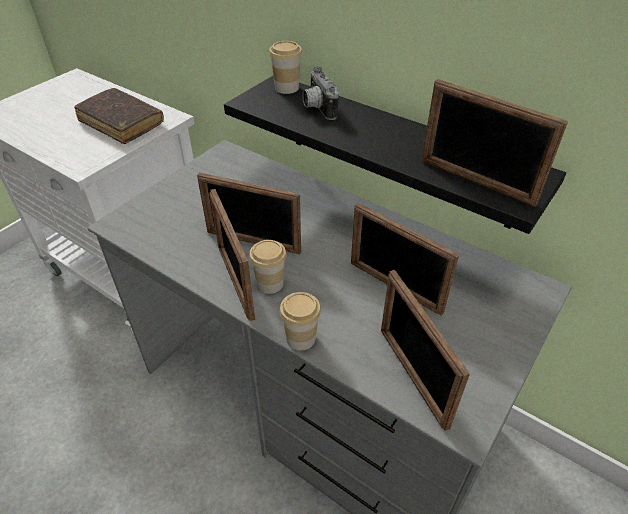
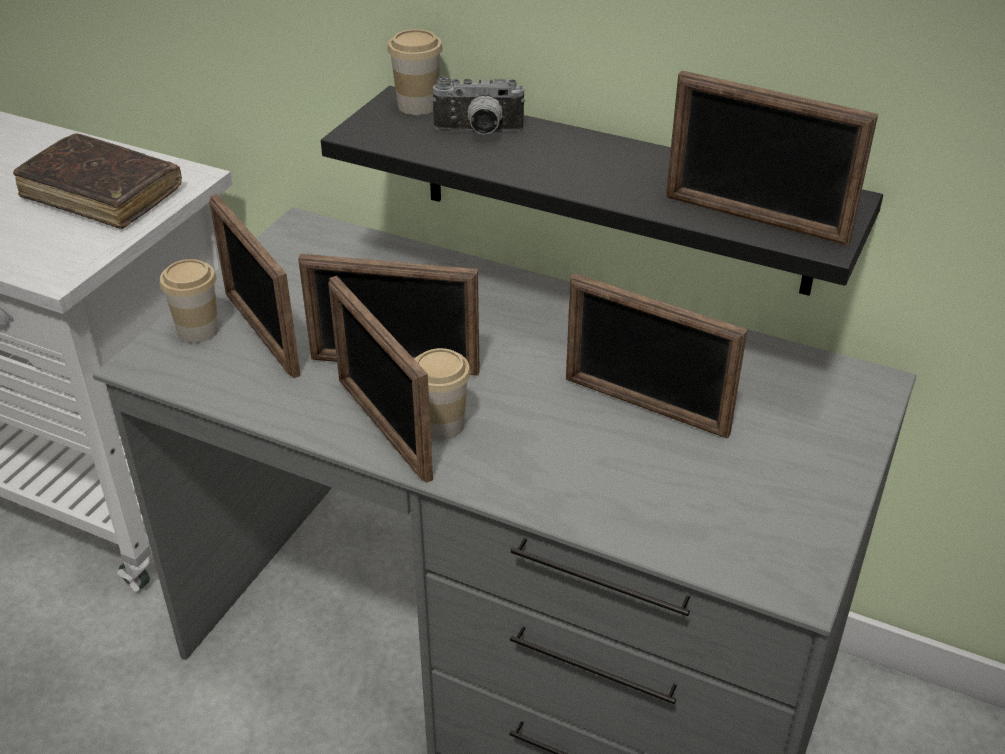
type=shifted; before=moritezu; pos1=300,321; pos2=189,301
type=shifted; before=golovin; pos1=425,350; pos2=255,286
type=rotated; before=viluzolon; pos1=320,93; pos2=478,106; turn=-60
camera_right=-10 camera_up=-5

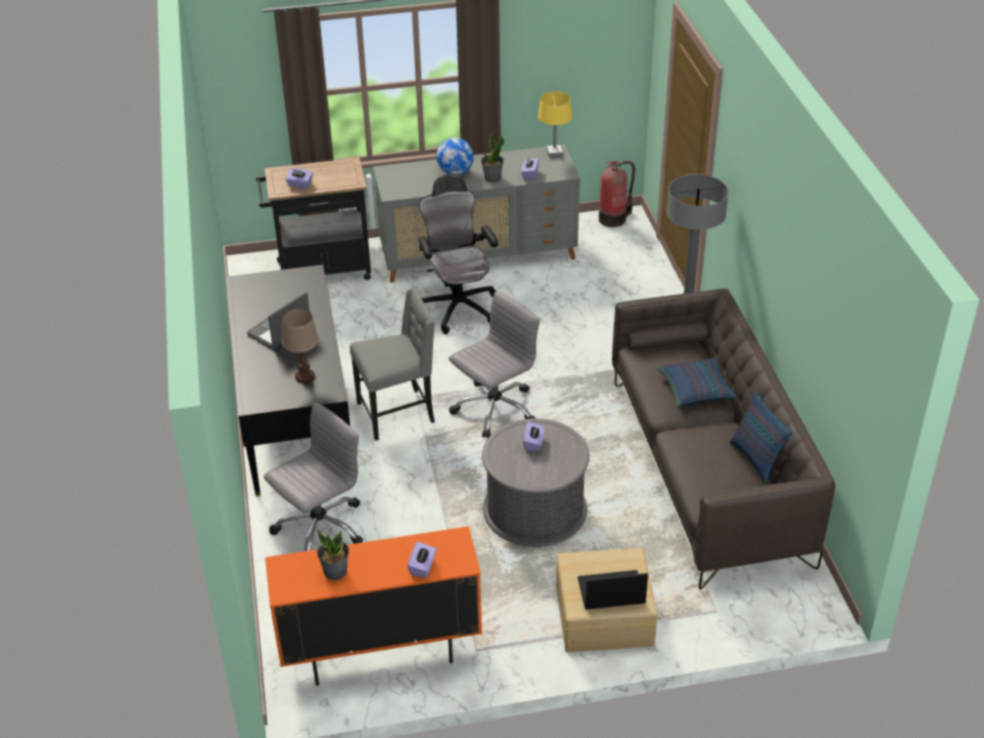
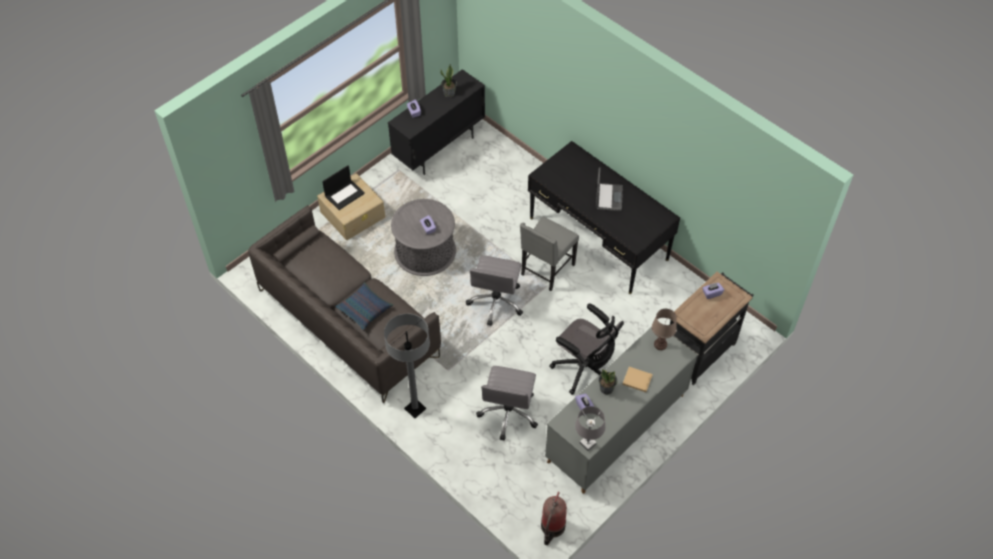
type=repainted; before=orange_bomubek; after=black_bomubek; pos1=373,606; pos2=436,122
type=shifted; before=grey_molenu; pos1=313,476; pos2=507,403
type=repainted; before=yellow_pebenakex; after=grey_pebenakex; pos1=555,124; pos2=590,428
type=swapped; before=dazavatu; after=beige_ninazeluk; pos1=455,156; pos2=637,379
type=shifted; before=brown_pebenakex; pos1=300,346; pos2=664,329
type=gone; before=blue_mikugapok; pos1=761,437
camera_right=145 camera_up=15

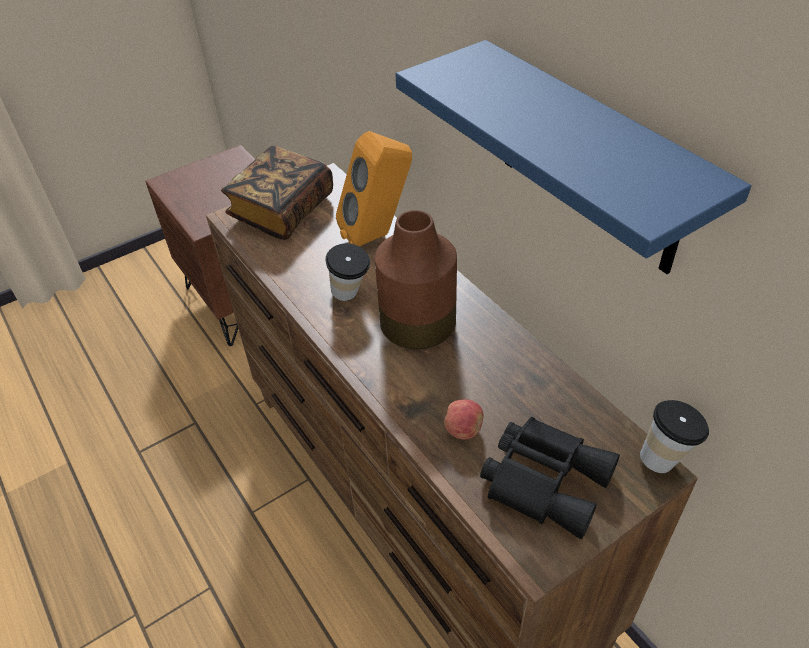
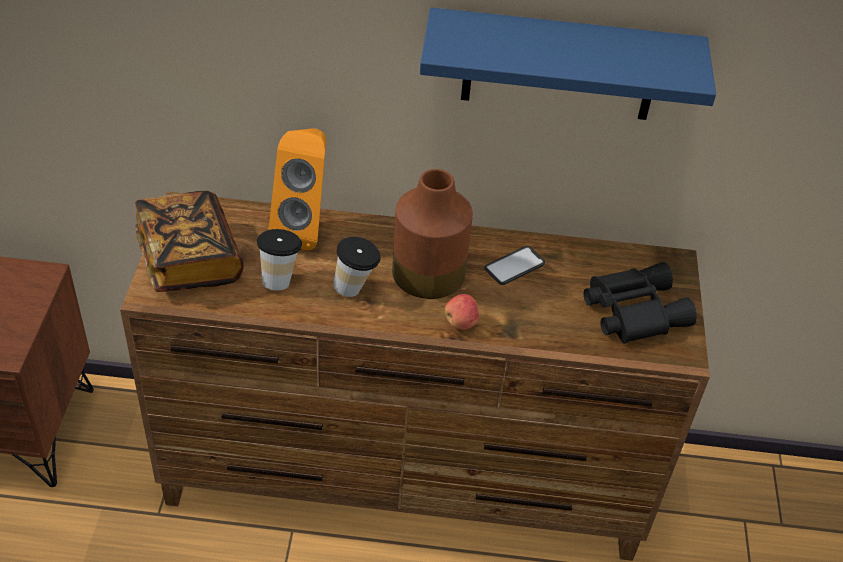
type=shifted; before=moritezu; pos1=674,436; pos2=279,260
type=shifted; before=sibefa; pos1=463,419; pos2=462,312
type=new; after=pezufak; pos2=514,265
camera_right=-55 camera_up=0

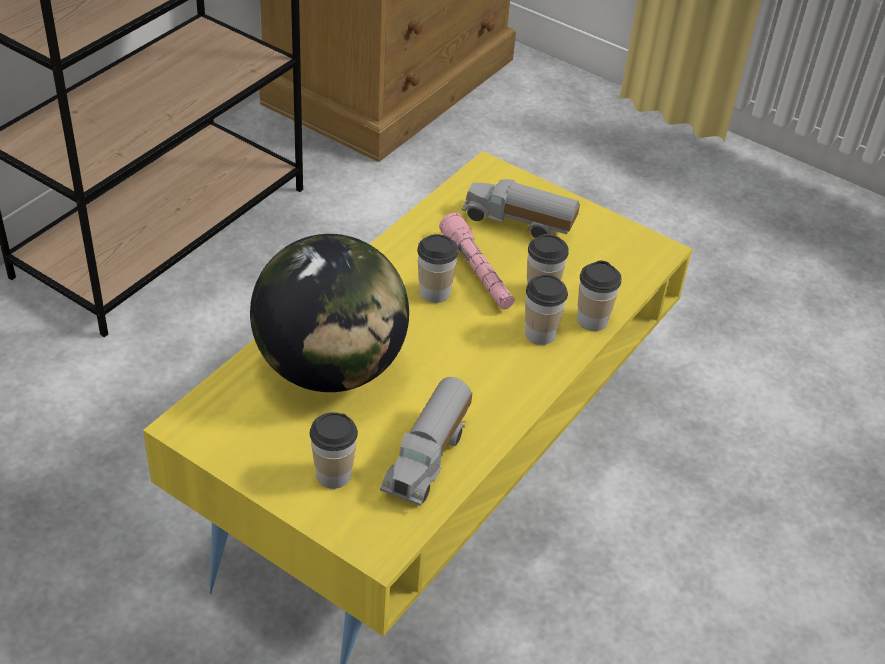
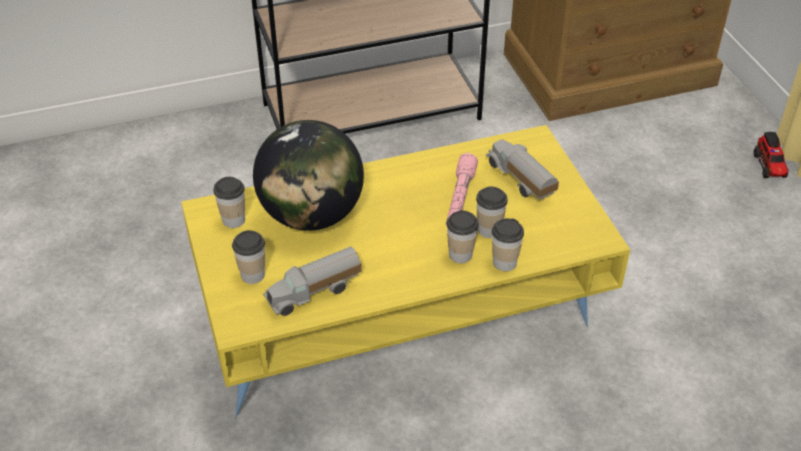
type=shifted; before=moritezu; pos1=437,268; pos2=229,202
type=new; after=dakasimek; pos2=771,155
camera_right=40 camera_up=0

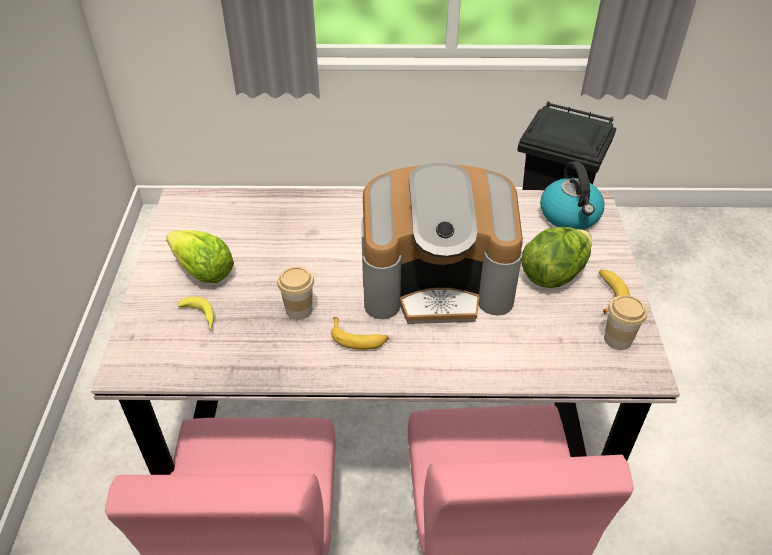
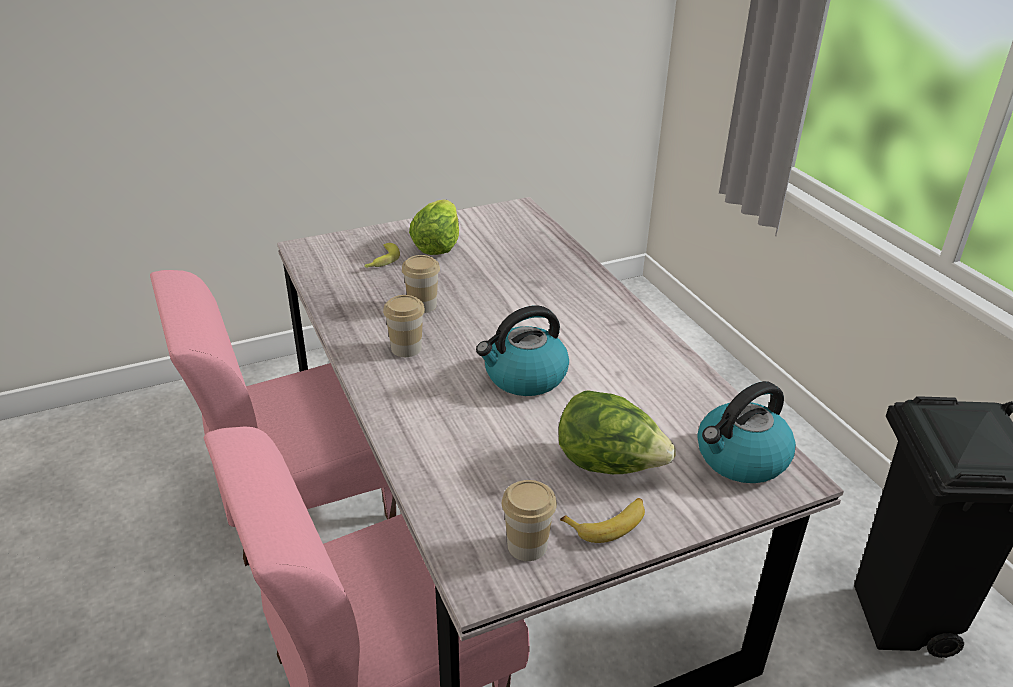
type=swapped; before=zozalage; after=moritezu; pos1=360,333; pos2=404,326
type=swapped; before=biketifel; after=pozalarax; pos1=442,243; pos2=522,350
camera_right=65 camera_up=-10

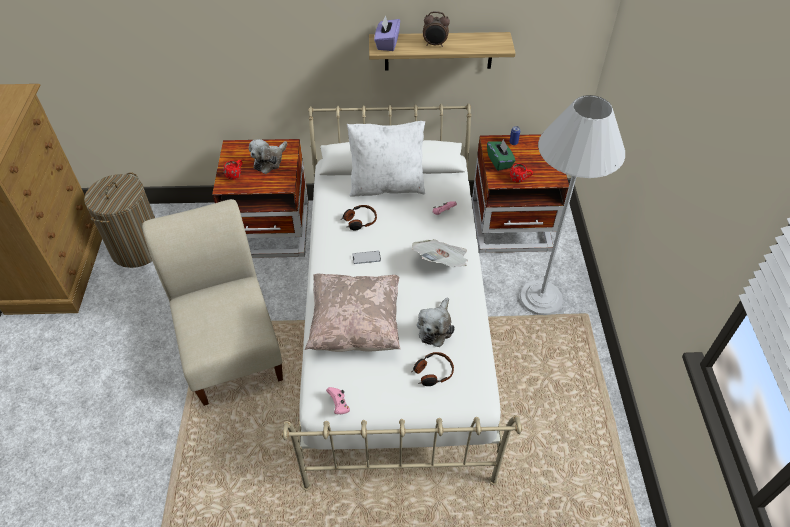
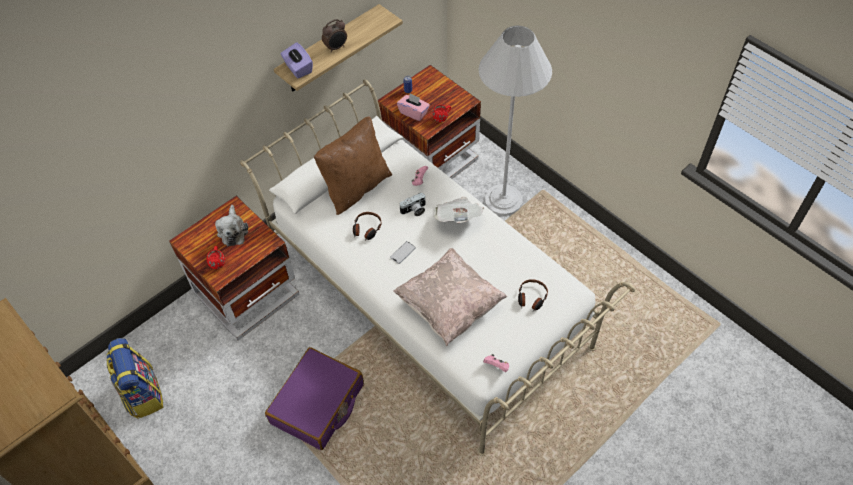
type=swapped; before=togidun; after=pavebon; pos1=119,220; pos2=135,378
type=swapped; before=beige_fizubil; after=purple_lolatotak; pos1=212,302; pos2=314,398
type=repainted; before=white_mikugapok; after=brown_mikugapok; pos1=386,159; pos2=353,165
type=repainted; before=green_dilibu; after=pink_dilibu; pos1=501,155; pos2=413,107
type=new; after=viluzolon; pos2=412,204
type=gone; before=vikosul; pos1=436,322
camera_right=-40 camera_up=5

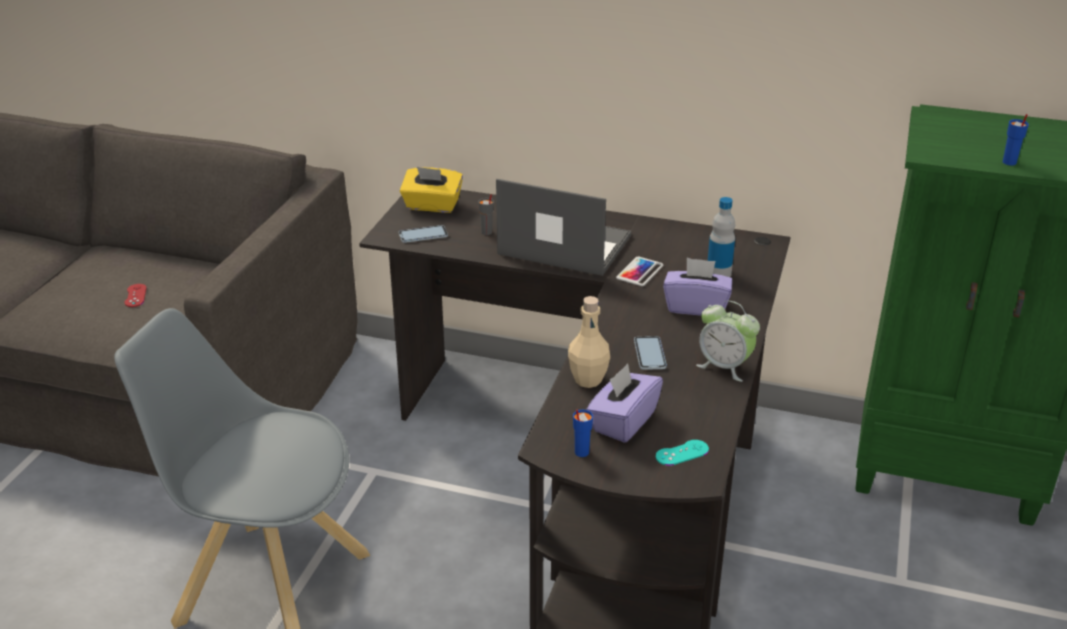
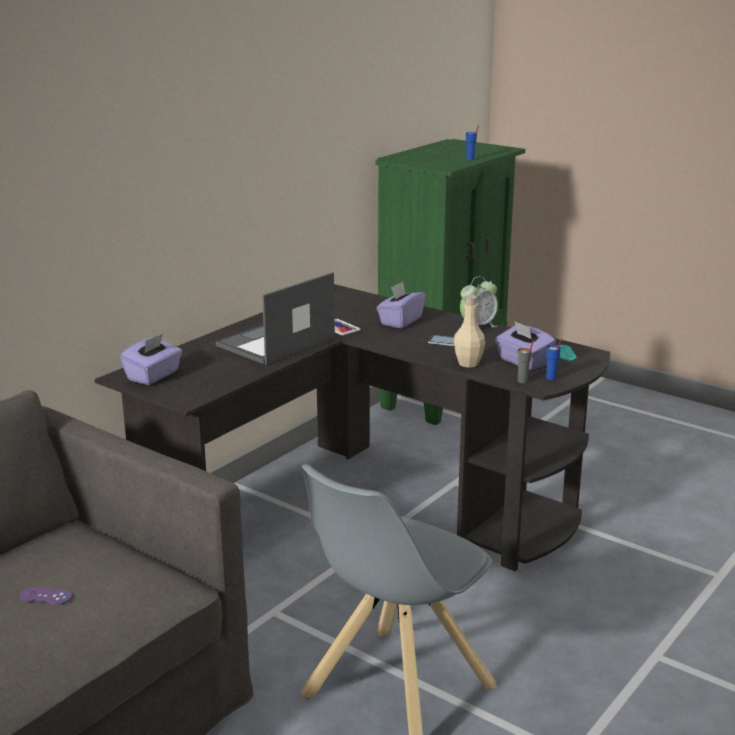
type=repainted; before=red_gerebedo; after=purple_gerebedo; pos1=136,295; pos2=46,596
type=repainted; before=yellow_dilibu; after=purple_dilibu; pos1=431,190; pos2=151,359
type=shifted; before=grey_moritezu; pos1=486,214; pos2=525,361
type=gone; before=pezufak; pos1=423,234
type=gone; before=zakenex; pos1=721,237
camera_right=-70 camera_up=-10

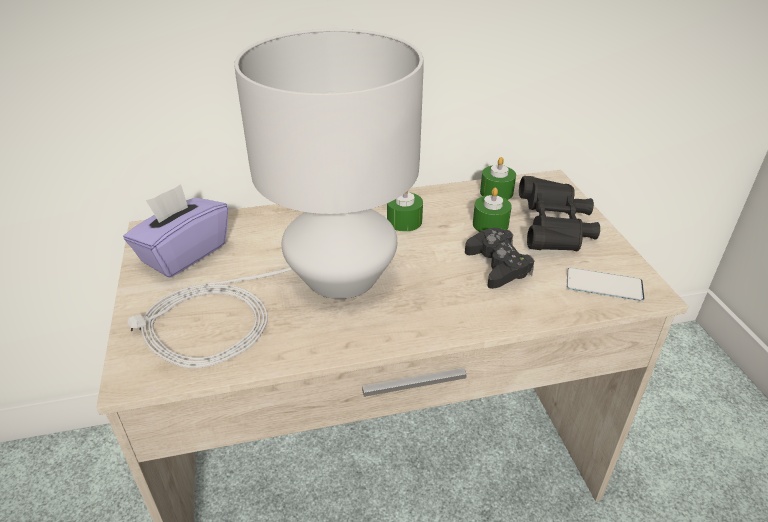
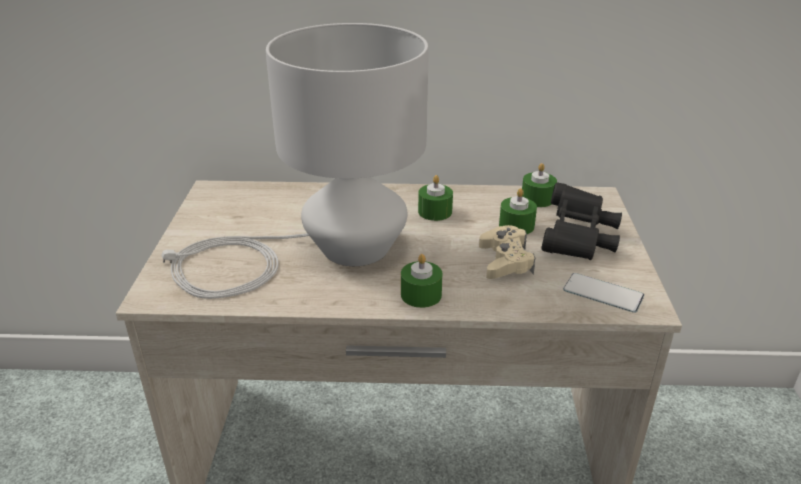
type=new; after=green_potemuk; pos2=422,281
type=repainted; before=black_gerebedo; after=beige_gerebedo; pos1=500,258; pos2=507,252
type=gone; before=purple_dilibu; pos1=175,231
camera_right=15 camera_up=-5

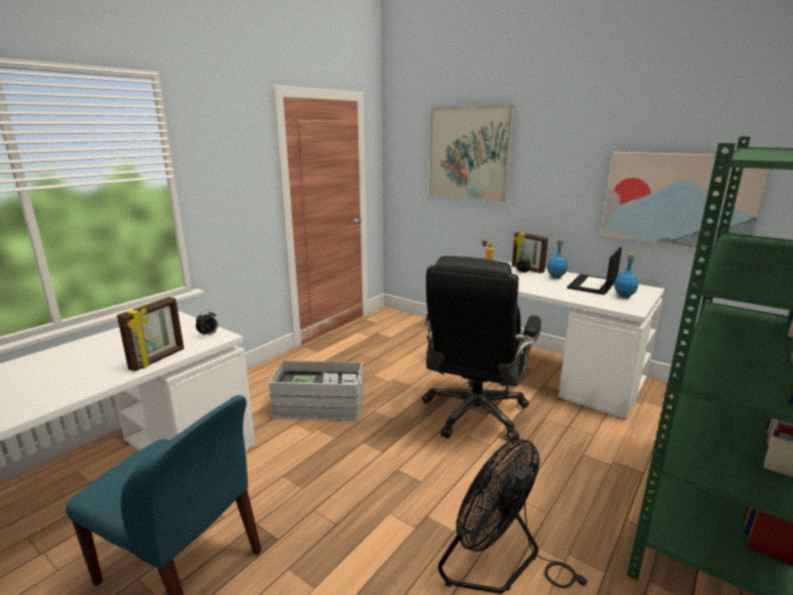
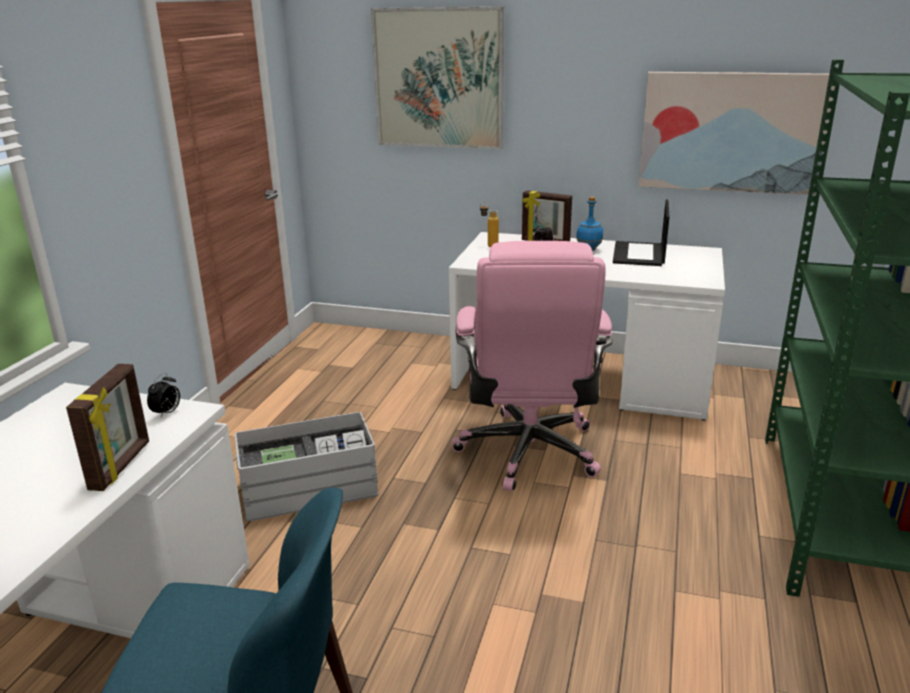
type=repainted; before=black_molenu; after=pink_molenu; pos1=481,348; pos2=532,366
type=gone; before=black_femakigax; pos1=512,516
type=gone; before=blue_zakenex; pos1=626,276
camera_right=-20 camera_up=5

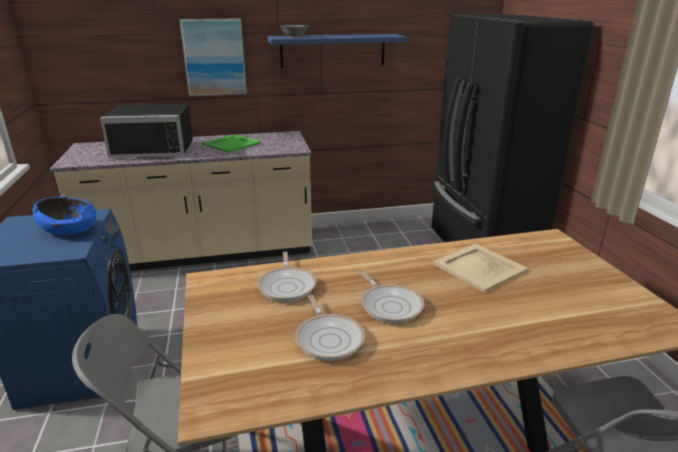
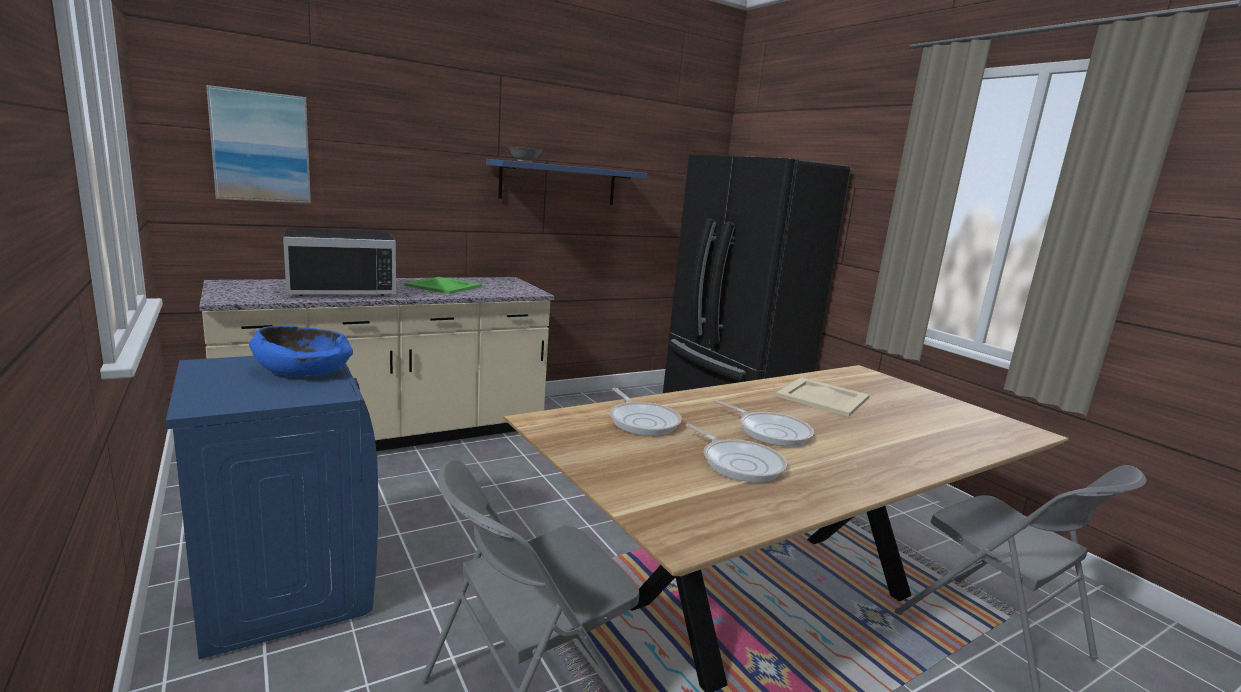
type=shifted; before=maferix; pos1=213,57; pos2=258,144
camera_right=-20 camera_up=-10

